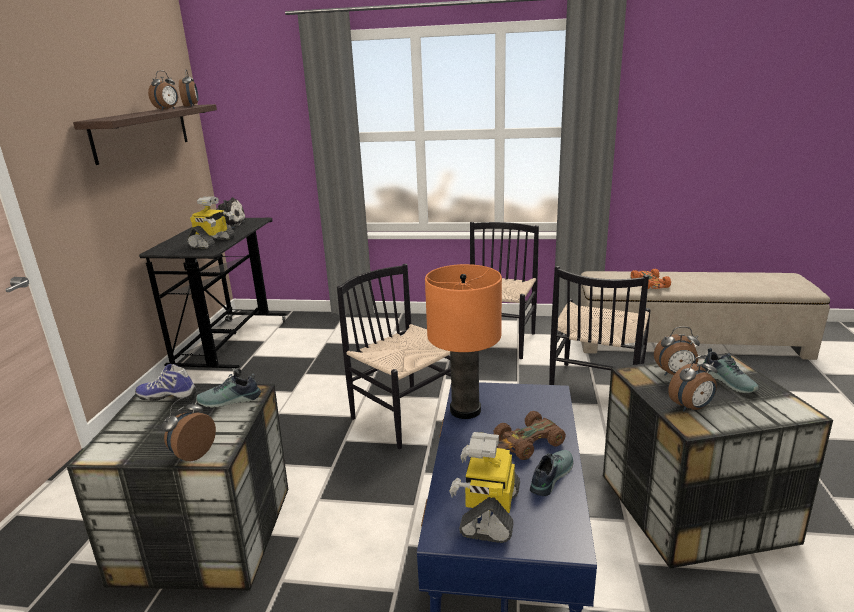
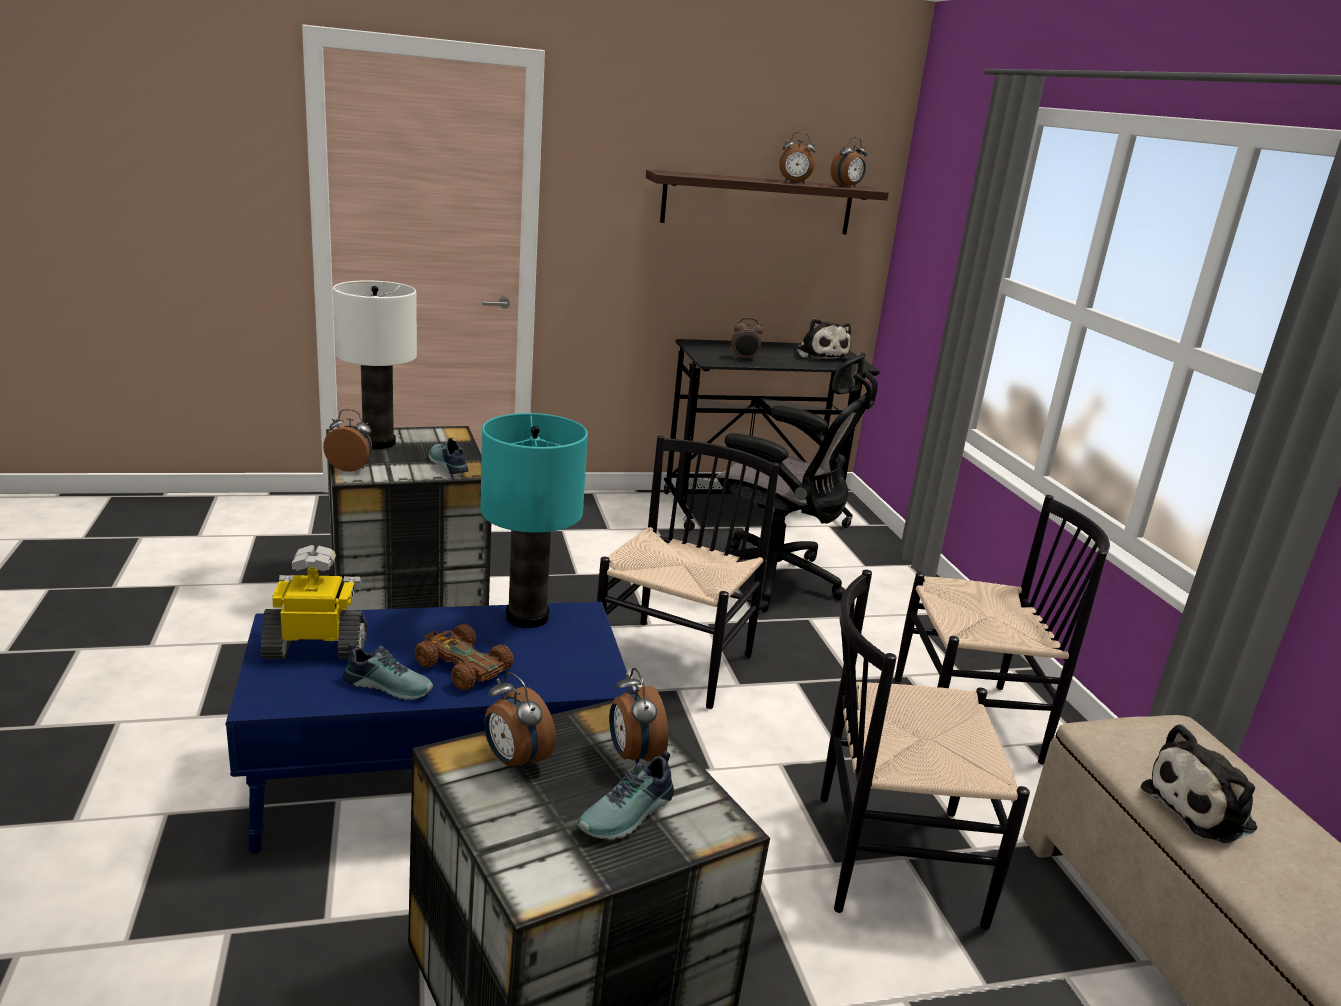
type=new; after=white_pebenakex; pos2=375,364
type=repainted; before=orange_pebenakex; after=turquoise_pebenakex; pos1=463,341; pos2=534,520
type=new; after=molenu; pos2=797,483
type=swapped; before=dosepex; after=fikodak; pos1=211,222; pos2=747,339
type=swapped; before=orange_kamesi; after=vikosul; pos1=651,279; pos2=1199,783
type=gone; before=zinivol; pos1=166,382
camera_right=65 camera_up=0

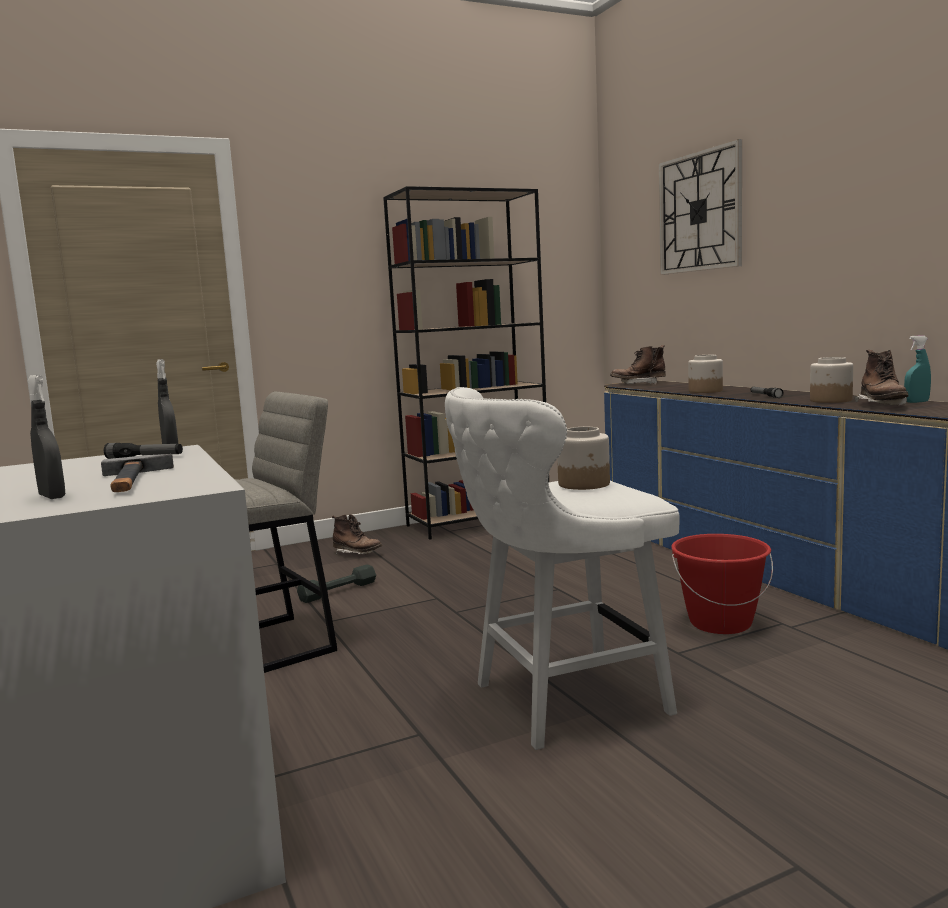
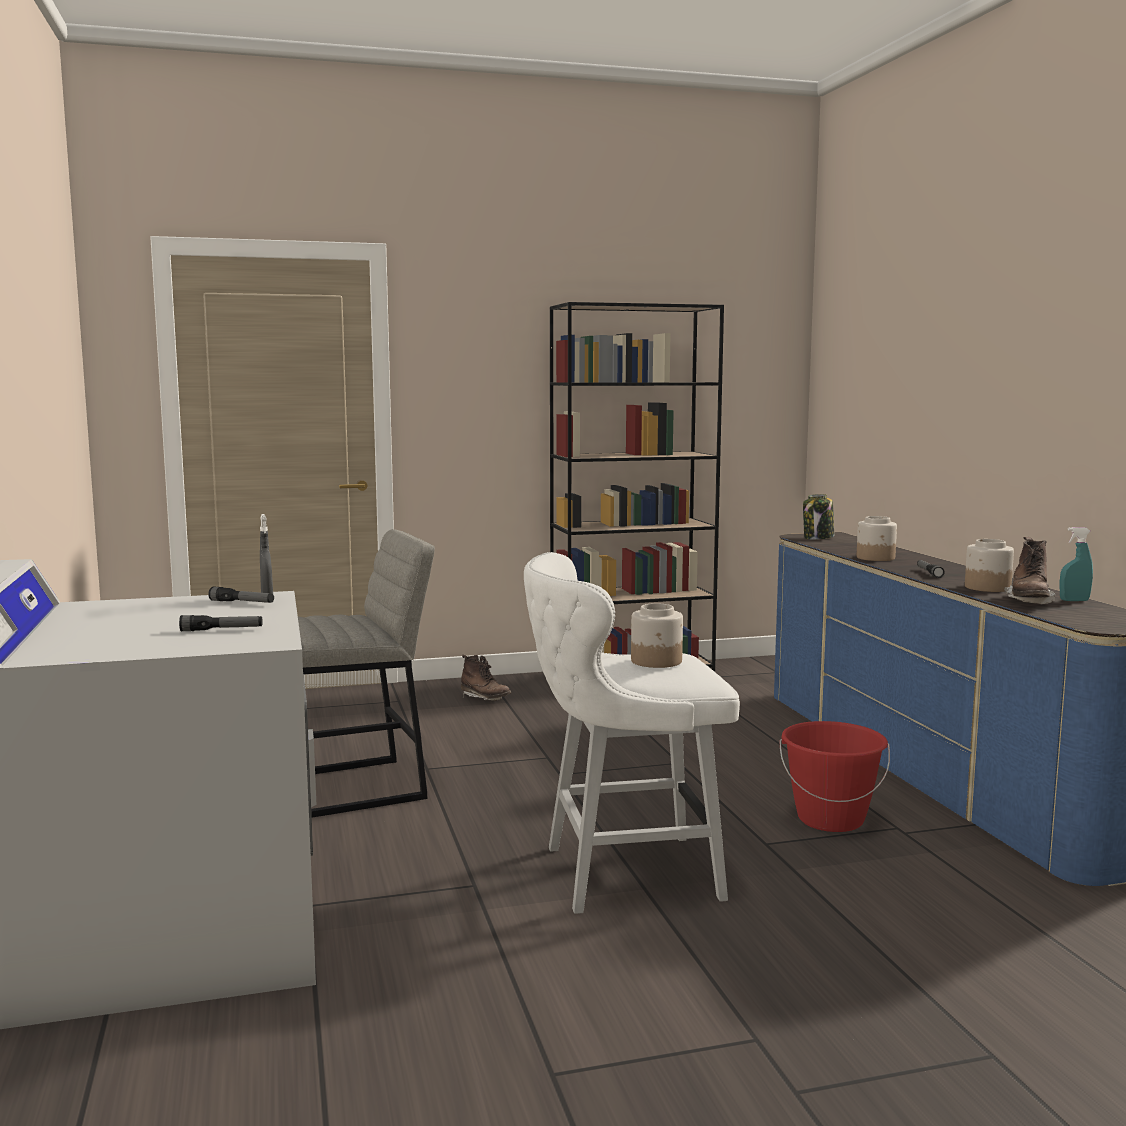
type=swapped; before=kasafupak; after=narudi; pos1=137,473; pos2=220,623
type=swapped; before=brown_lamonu; after=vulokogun; pos1=638,364; pos2=818,517
type=gone; before=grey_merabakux; pos1=46,437
type=gone; before=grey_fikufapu; pos1=336,583
type=gone; before=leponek; pos1=700,207
camera_right=10 camera_up=0

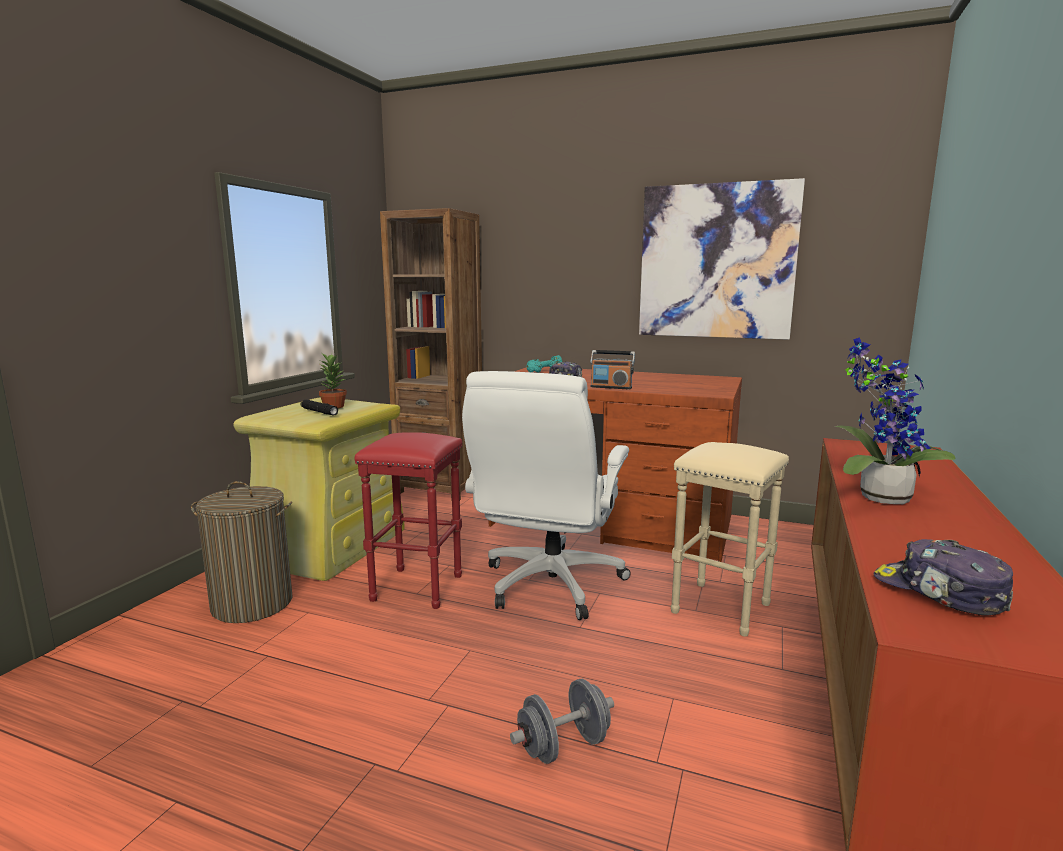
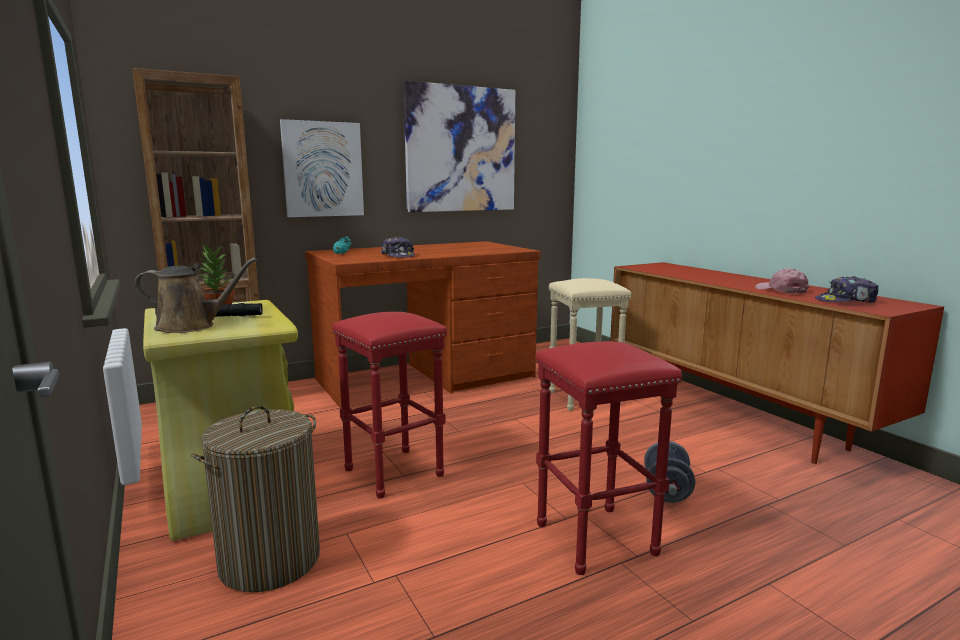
type=new; after=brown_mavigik; pos2=196,295
type=new; after=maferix; pos2=322,168
type=new; after=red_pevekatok; pos2=608,458
type=new; after=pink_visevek; pos2=782,280
type=gone; before=white_molenu; pos1=546,495
type=gone; before=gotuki; pos1=612,369
type=gone; before=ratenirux; pos1=895,421
camera_right=-50 camera_up=0

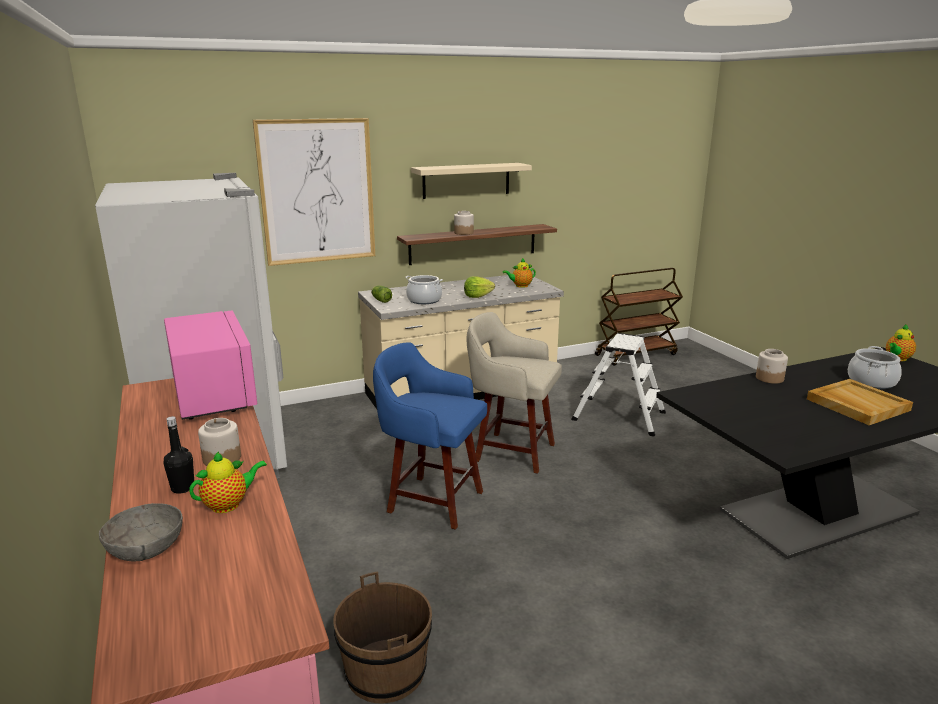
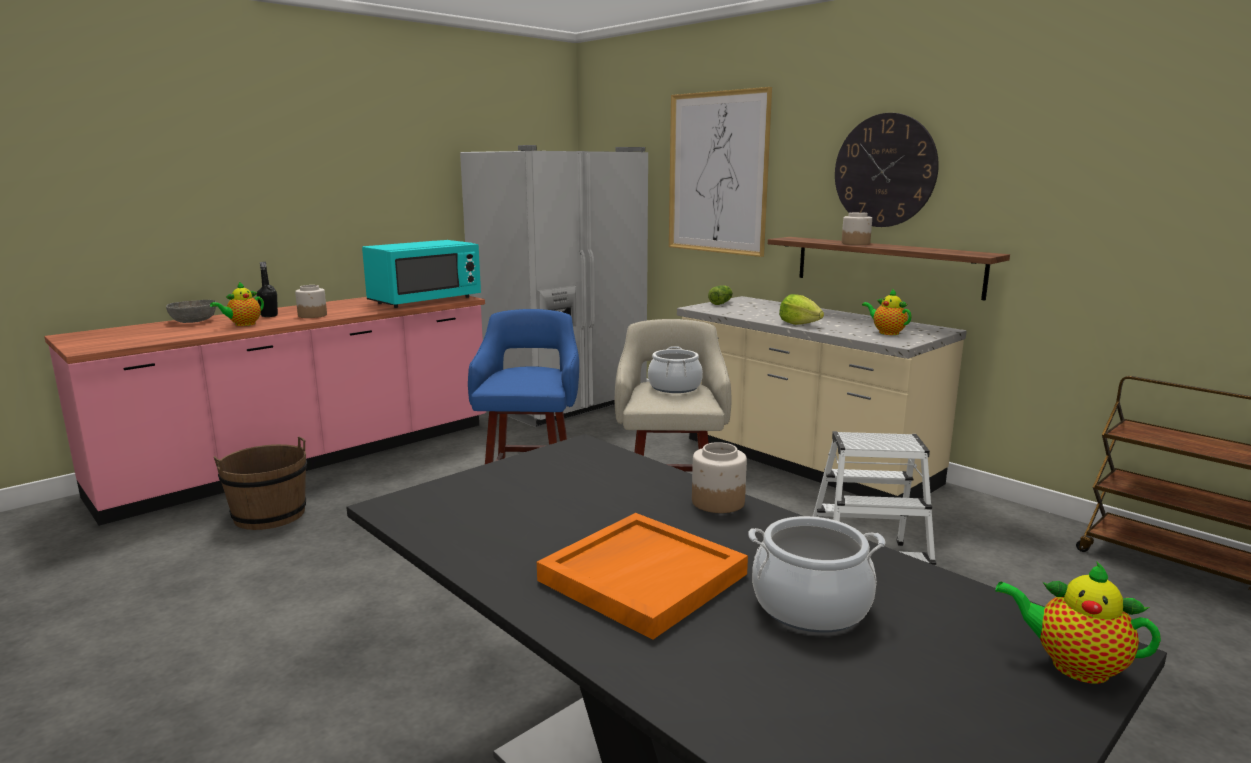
type=rotated; before=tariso; pos1=228,482; pos2=237,304; turn=90
type=repainted; before=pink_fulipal; after=turquoise_fulipal; pos1=210,365; pos2=421,274
type=repainted; before=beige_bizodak; after=orange_bizodak; pos1=860,402; pos2=642,576
type=shifted; before=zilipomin; pos1=424,289; pos2=675,369
type=swapped; before=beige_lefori; after=leponek; pos1=471,181; pos2=887,170
camera_right=70 camera_up=-5

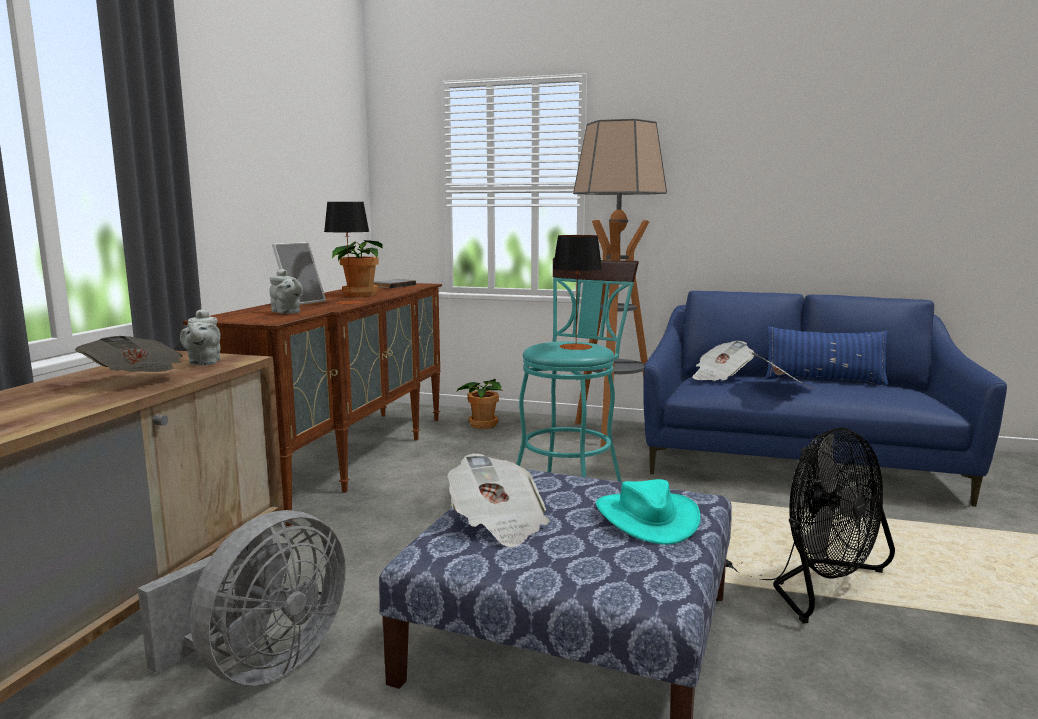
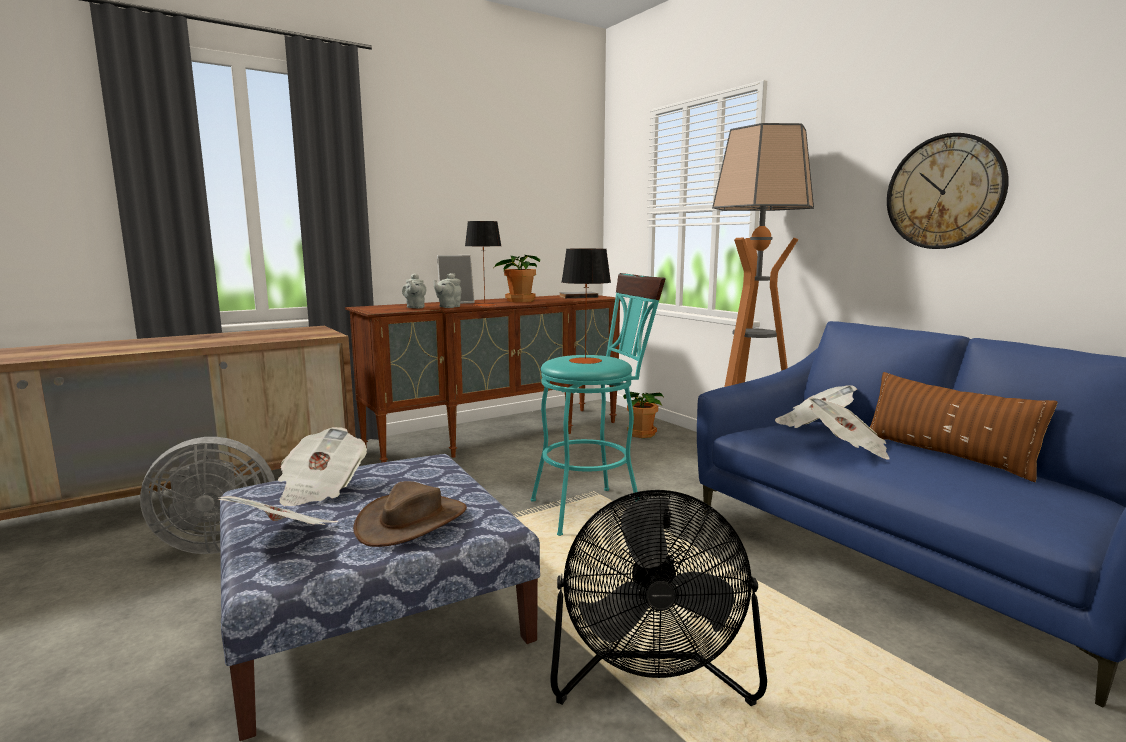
type=shifted; before=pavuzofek; pos1=129,354; pos2=278,510
type=repainted; before=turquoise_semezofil; after=brown_semezofil; pos1=648,512; pos2=410,514
type=shifted; before=grey_tariso; pos1=200,337; pos2=447,290
type=repainted; before=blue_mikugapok; after=brown_mikugapok; pos1=827,356; pos2=964,427
type=new; after=leponek; pos2=948,191
camera_right=40 camera_up=0

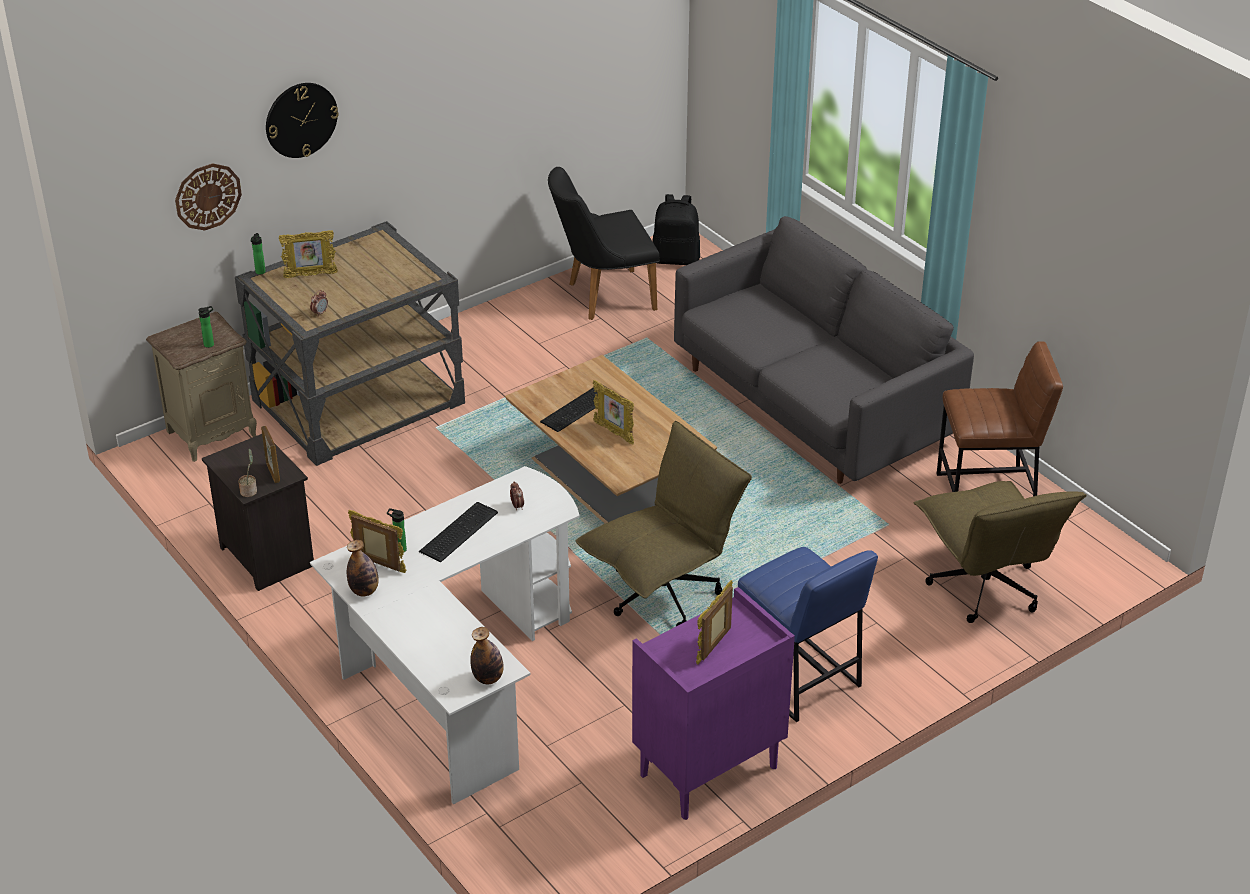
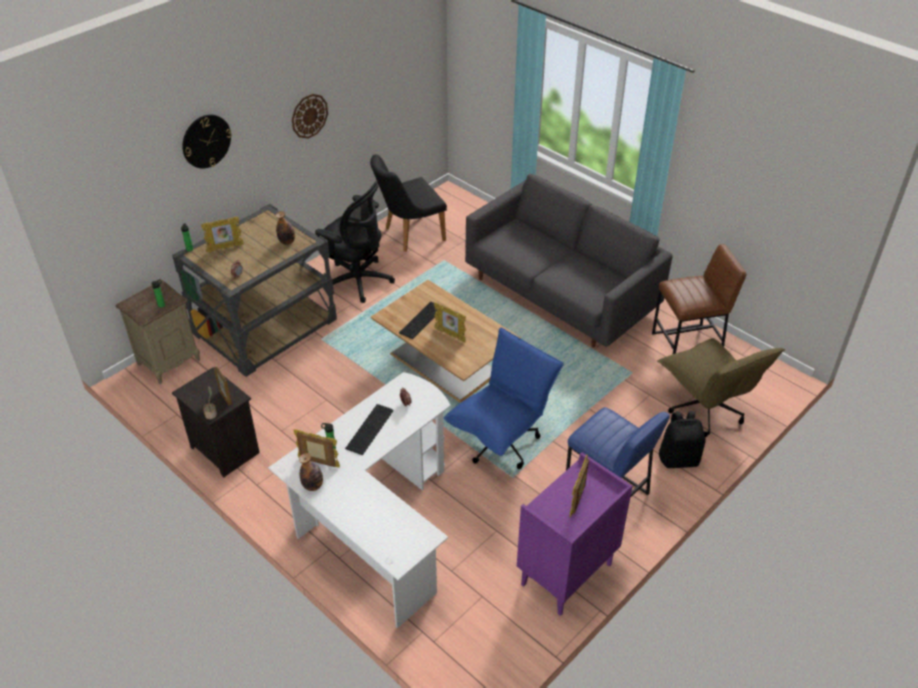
type=shifted; before=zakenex; pos1=487,655; pos2=285,228
type=shifted; before=leponek; pos1=208,197; pos2=310,116
type=new; after=black_molenu; pos2=355,242
type=repainted; before=beige_molenu; after=blue_molenu; pos1=664,523; pos2=503,398
type=shifted; before=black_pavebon; pos1=676,229; pos2=682,439
camera_right=-10 camera_up=5

